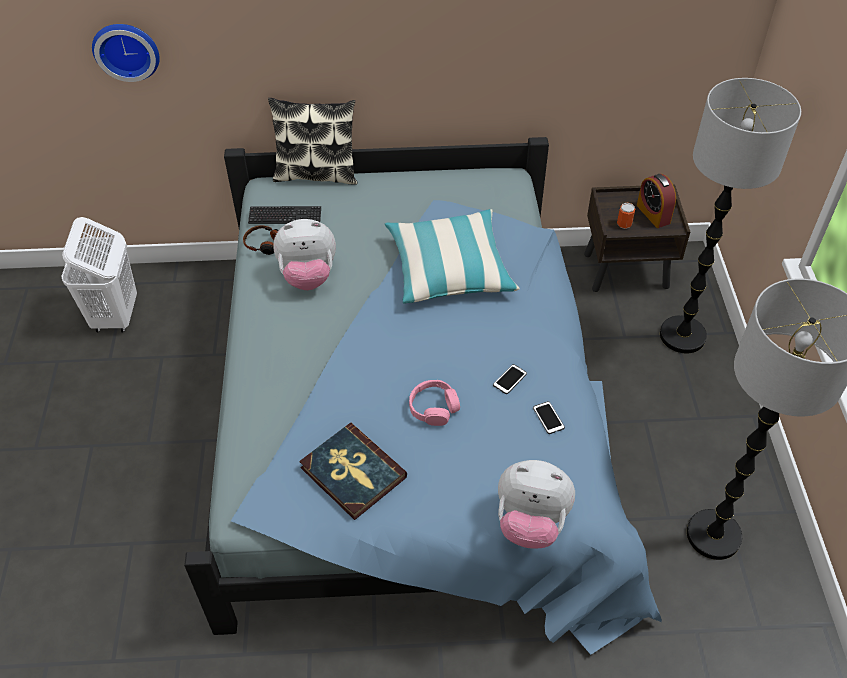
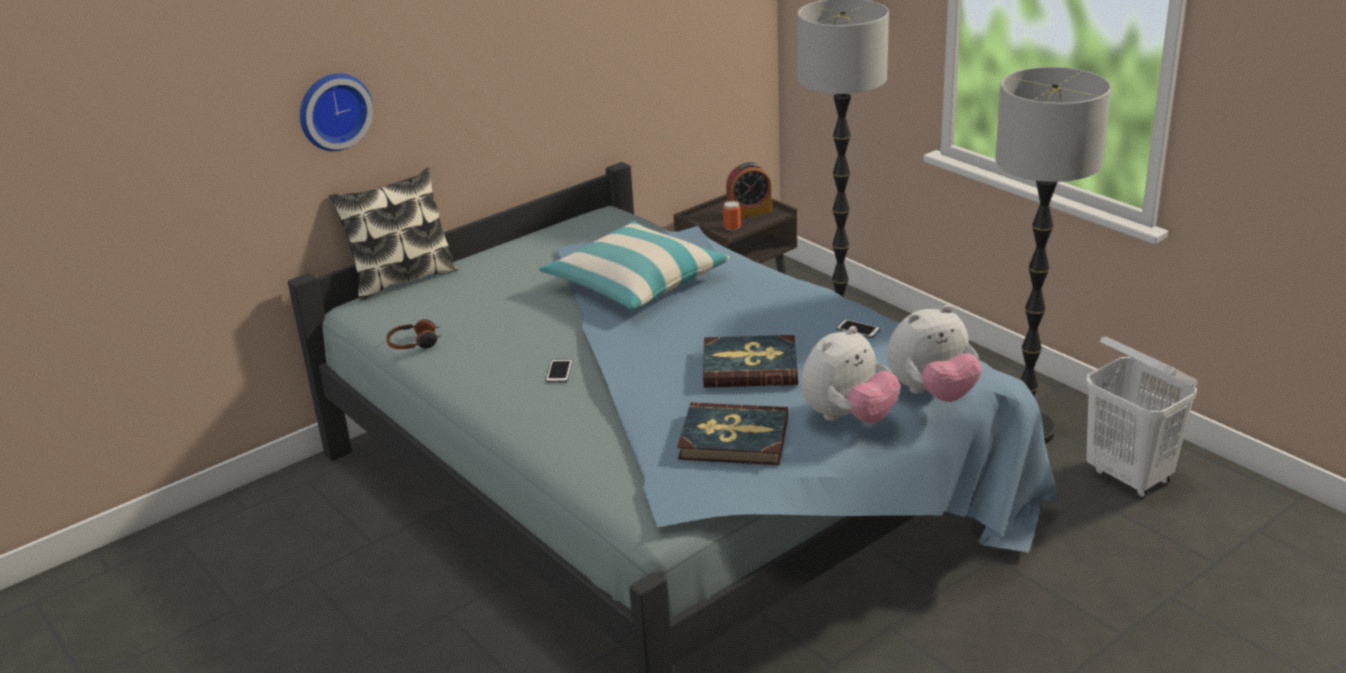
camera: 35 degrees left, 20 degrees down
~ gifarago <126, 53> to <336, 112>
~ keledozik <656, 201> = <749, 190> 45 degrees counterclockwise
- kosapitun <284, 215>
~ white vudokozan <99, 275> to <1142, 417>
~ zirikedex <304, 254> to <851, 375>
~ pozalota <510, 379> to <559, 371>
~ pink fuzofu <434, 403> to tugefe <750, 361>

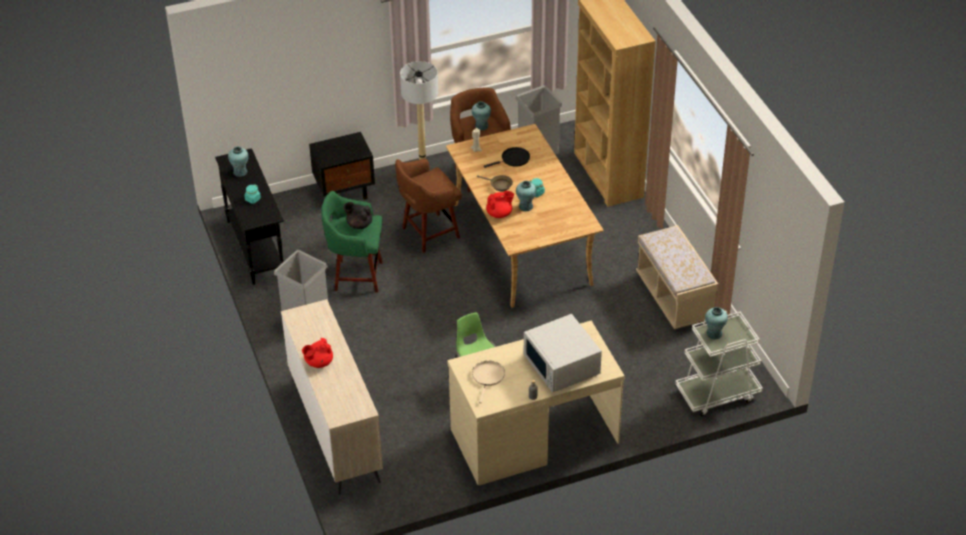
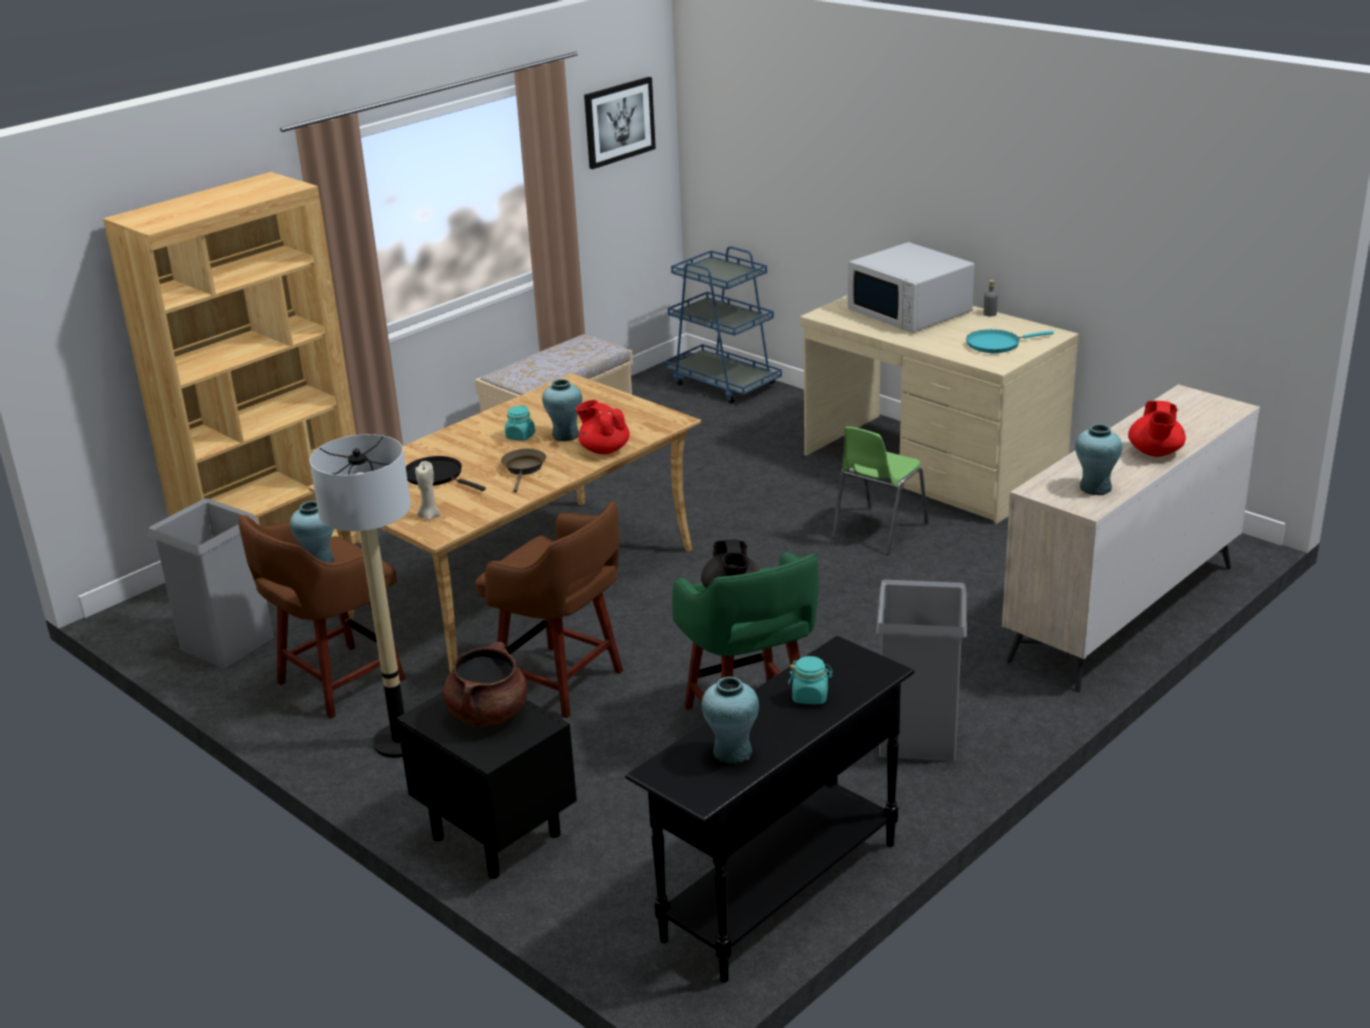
camera: 115 degrees left, 15 degrees down
~ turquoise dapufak <716, 323> to <1098, 459>
~ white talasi <719, 363> to blue talasi <723, 325>
~ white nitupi <563, 353> = <911, 287> 105 degrees clockwise
~ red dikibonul <317, 353> = <1157, 429> 75 degrees clockwise
~ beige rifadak <488, 382> to turquoise rifadak <1010, 341>
+ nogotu <620, 123>
+ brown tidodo <485, 684>

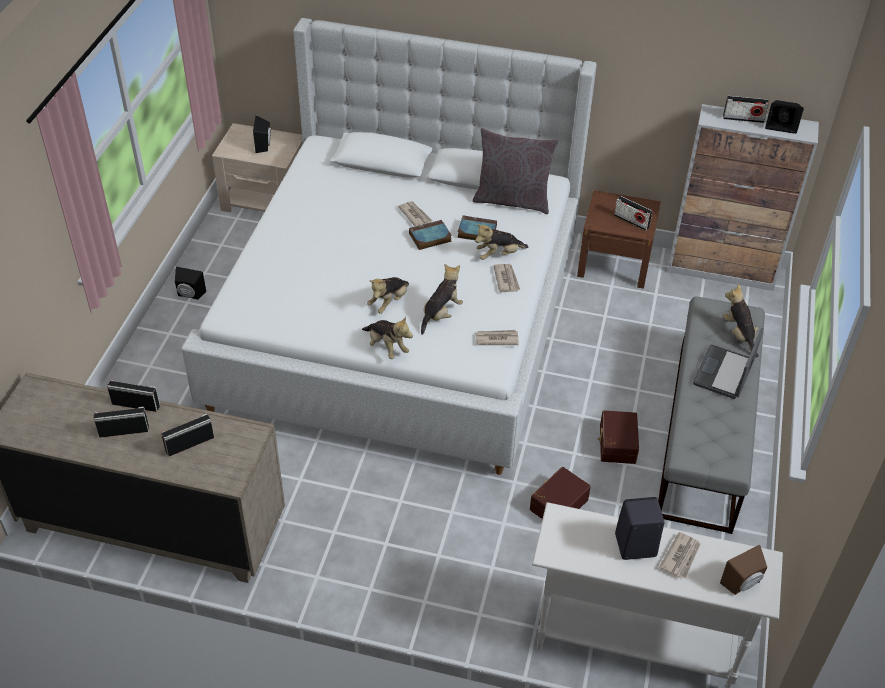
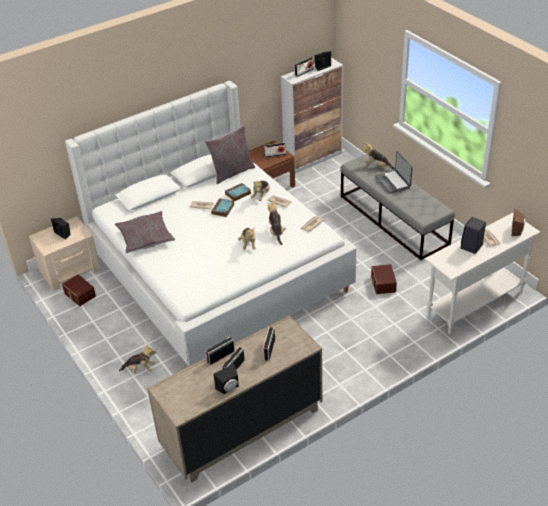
camera: 45 degrees left, 5 degrees down
~ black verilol <190, 283> to <226, 379>
~ zirikedex <387, 338> to <137, 358>
~ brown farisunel <618, 437> to <79, 290>
+ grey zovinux <145, 232>

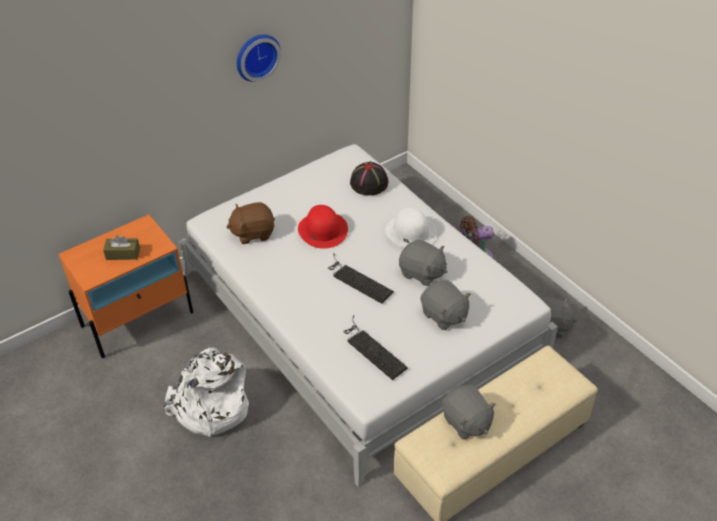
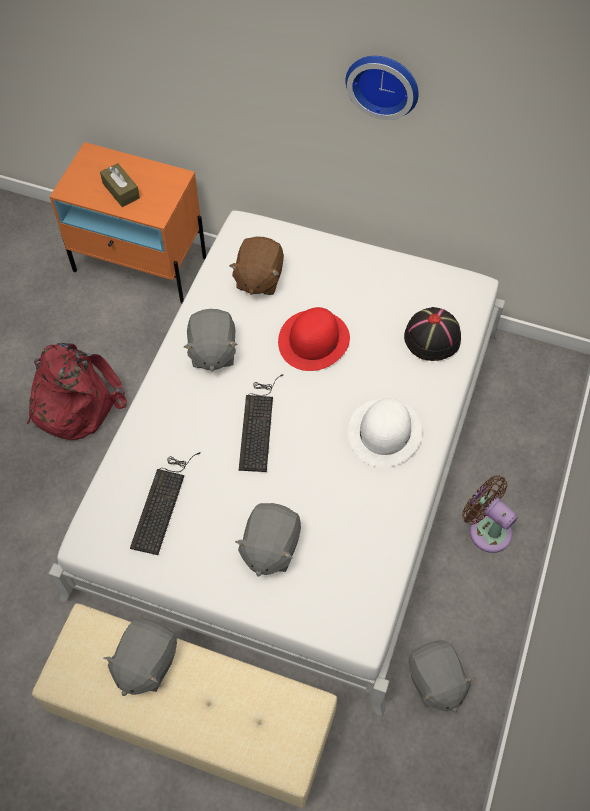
camera: 55 degrees right, 15 degrees up
~ brown zirikedex <250, 223> = <256, 265> 120 degrees counterclockwise
~ grey zirikedex <423, 263> to <211, 340>
~ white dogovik <206, 392> to red dogovik <76, 391>

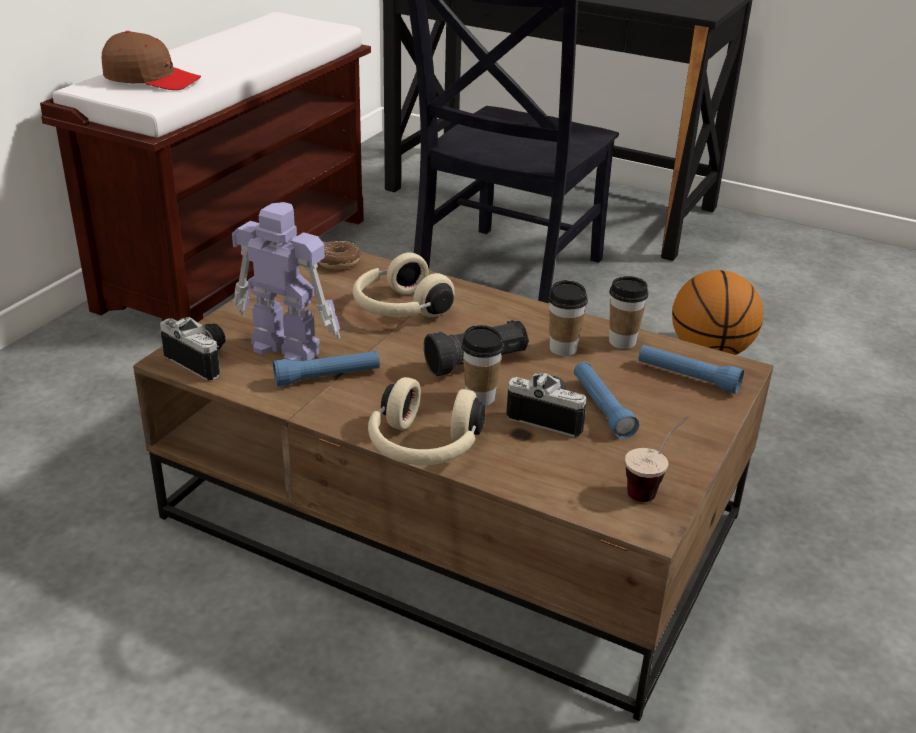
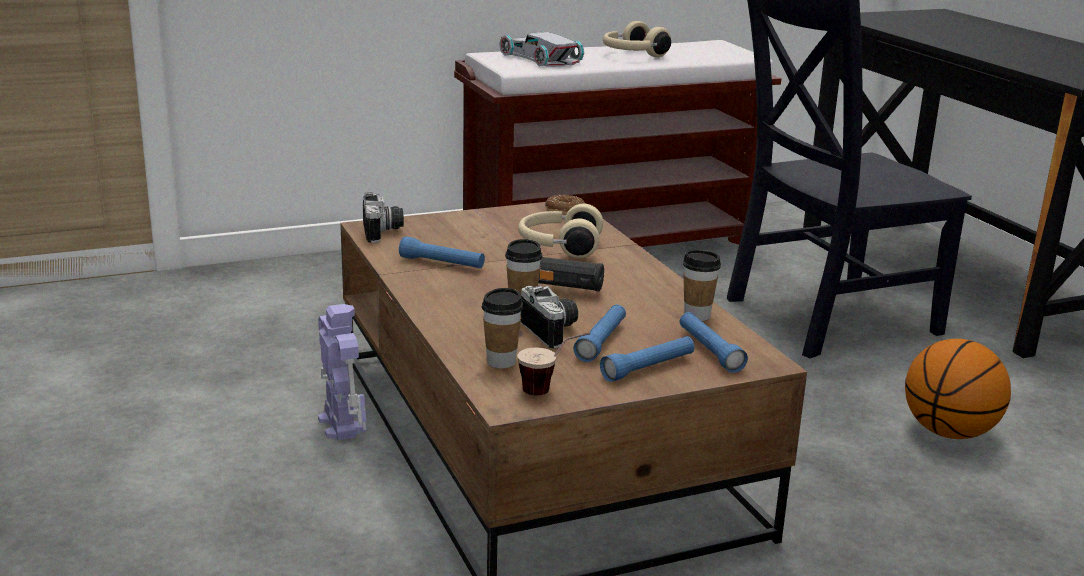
camera: 40 degrees right, 10 degrees down
~ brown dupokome <151, 60> to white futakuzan <541, 49>
~ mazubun <286, 281> to <342, 372>
~ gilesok <568, 318> to <502, 328>
~ beige fuzofu <426, 421> to <637, 39>
+ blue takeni <647, 359>

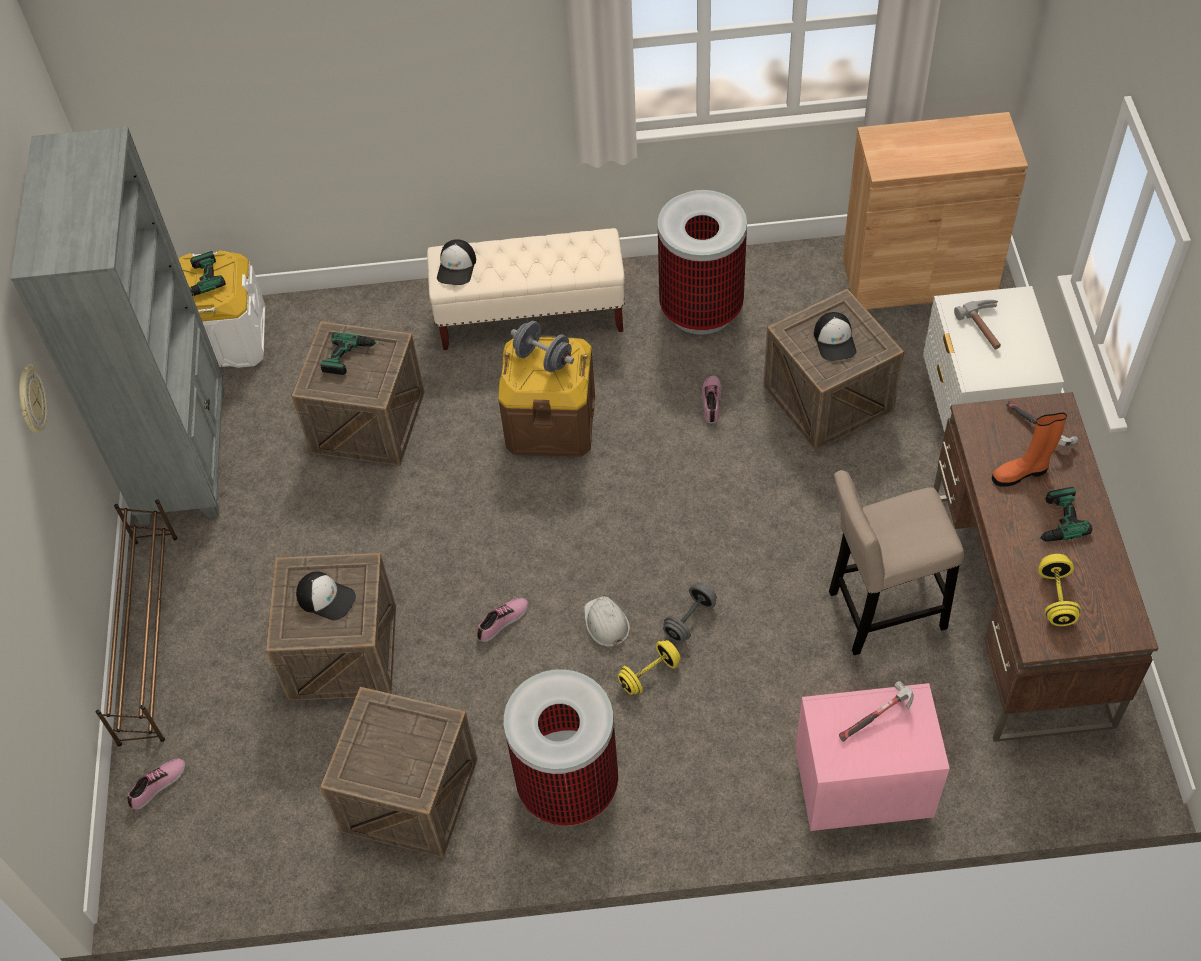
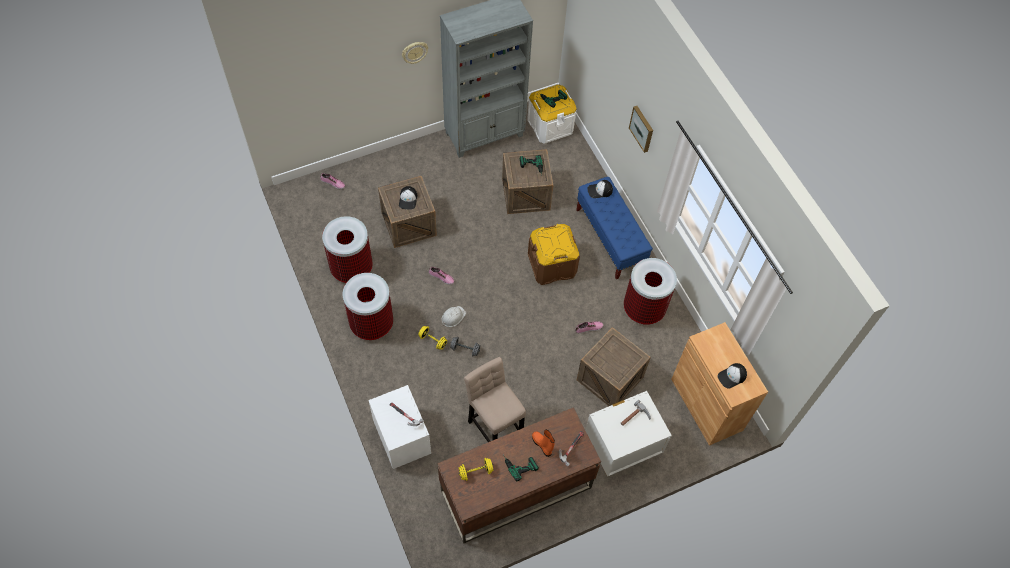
camera: 65 degrees right, 5 degrees up
~ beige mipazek <526, 289> to blue mipazek <614, 228>
~ dupokome <835, 336> to <732, 376>
- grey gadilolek <542, 346>
- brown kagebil <136, 623>
~ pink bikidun <872, 757> to white bikidun <399, 427>
~ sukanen <399, 772> to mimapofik <347, 249>
+ nogotu <641, 129>

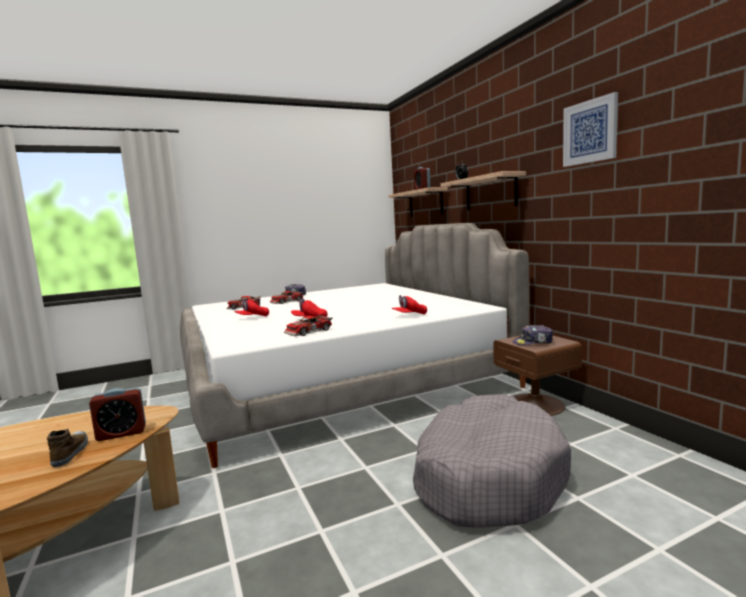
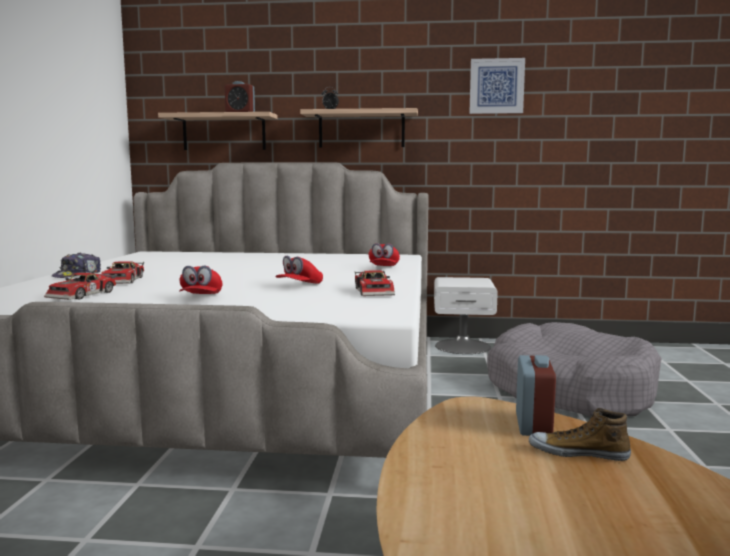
camera: 60 degrees left, 0 degrees up
- dupokome <533, 335>
~ brown bikidun <537, 376> to white bikidun <466, 315>

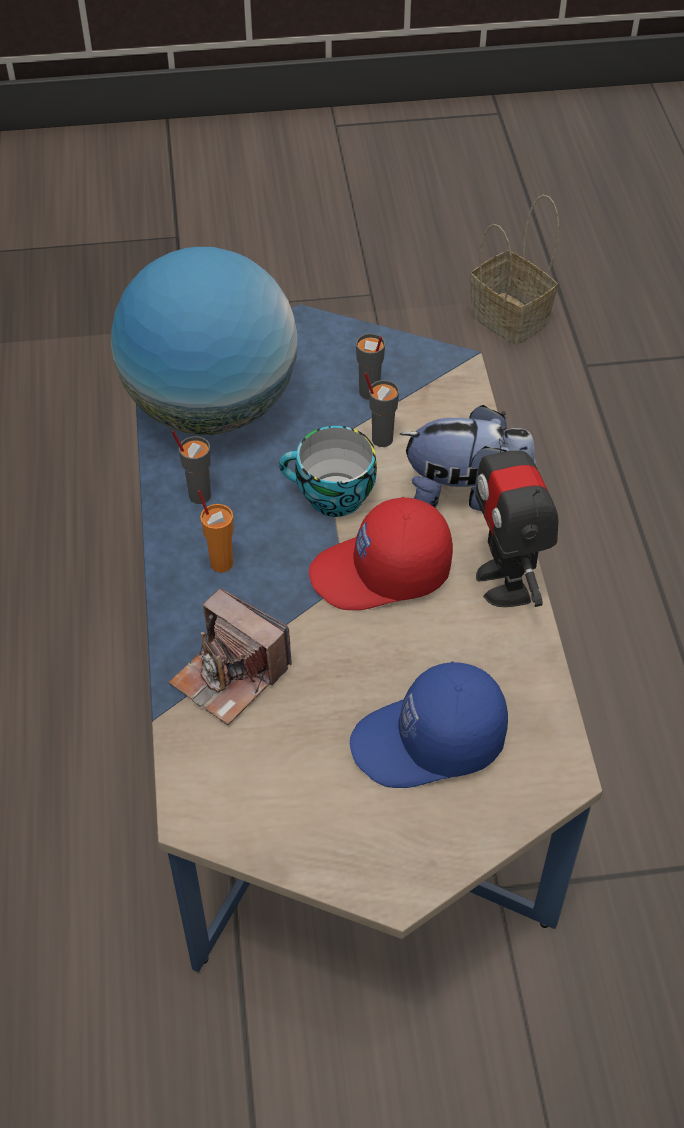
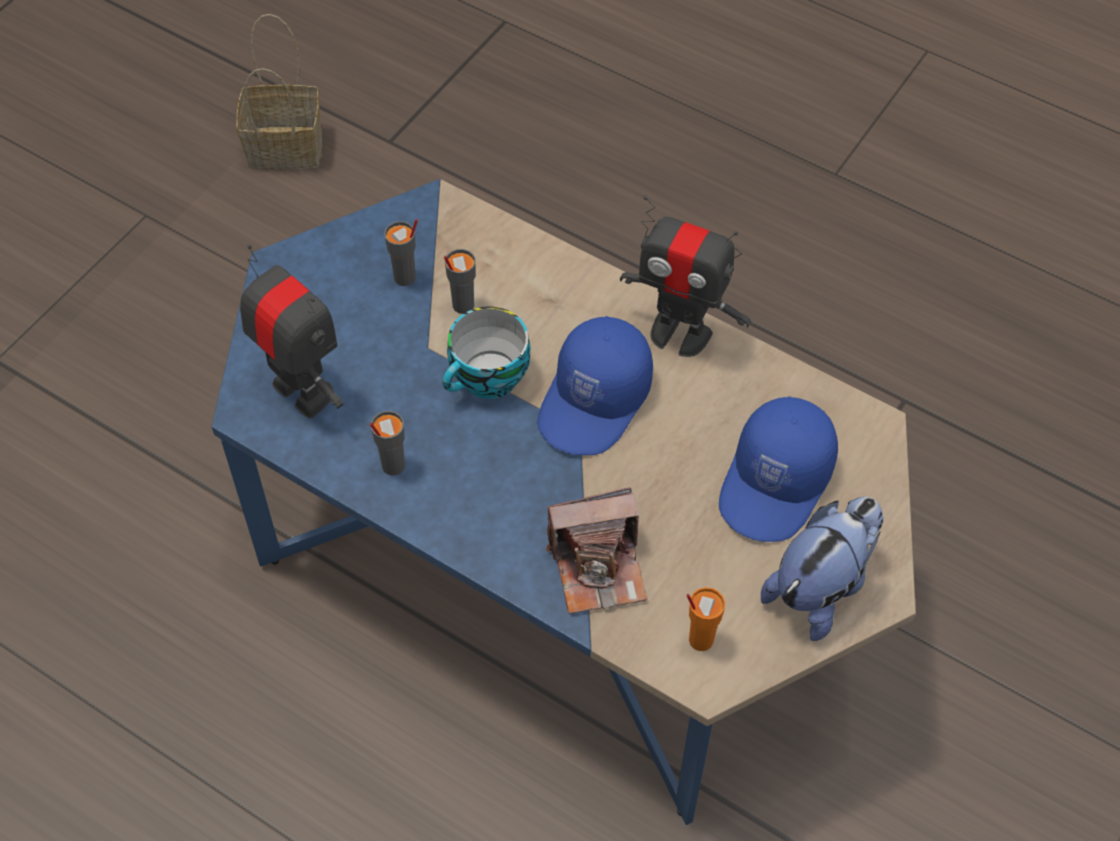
camera: 50 degrees left, 5 degrees up
~ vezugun <204, 341> to mazubun <291, 331>
~ zirikedex <468, 458> to <822, 569>
~ orange gilesok <216, 531> to <706, 619>
~ red dupokome <381, 553> to blue dupokome <595, 385>

